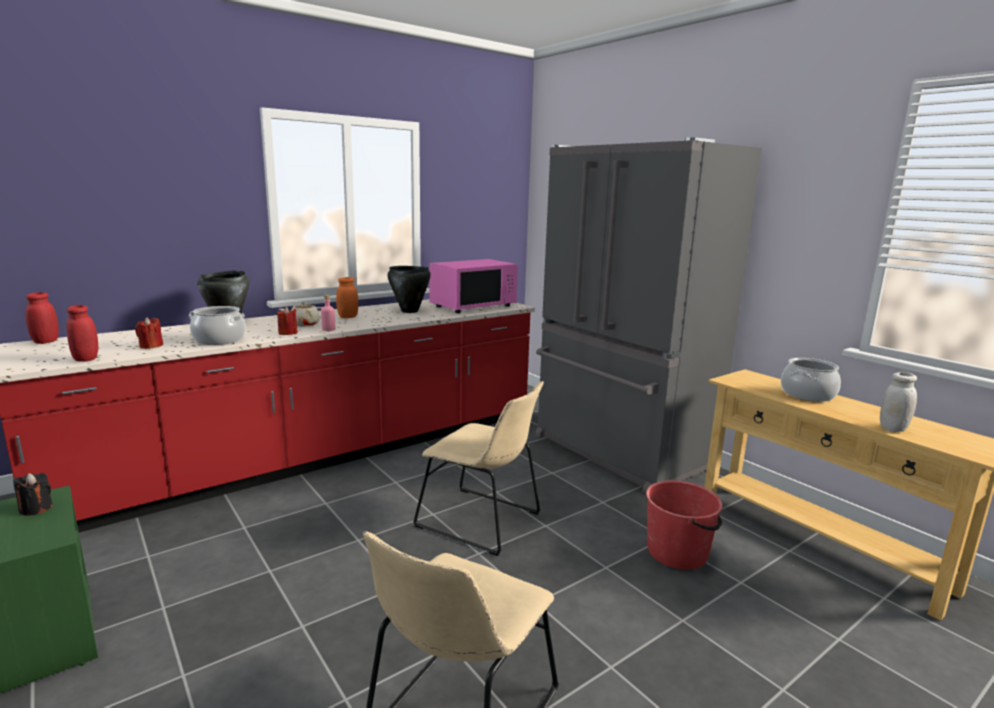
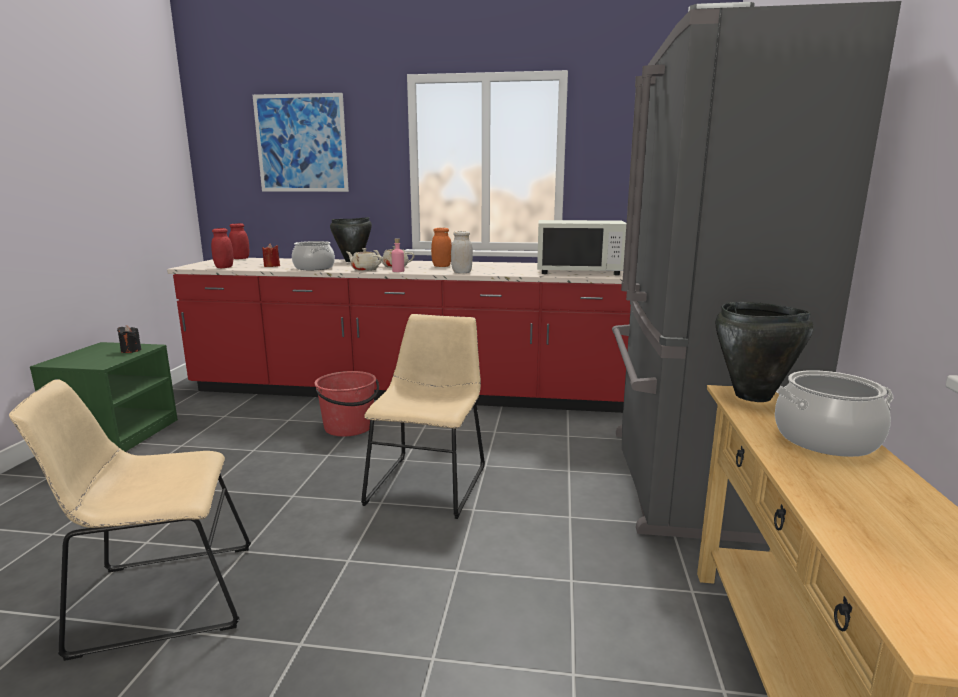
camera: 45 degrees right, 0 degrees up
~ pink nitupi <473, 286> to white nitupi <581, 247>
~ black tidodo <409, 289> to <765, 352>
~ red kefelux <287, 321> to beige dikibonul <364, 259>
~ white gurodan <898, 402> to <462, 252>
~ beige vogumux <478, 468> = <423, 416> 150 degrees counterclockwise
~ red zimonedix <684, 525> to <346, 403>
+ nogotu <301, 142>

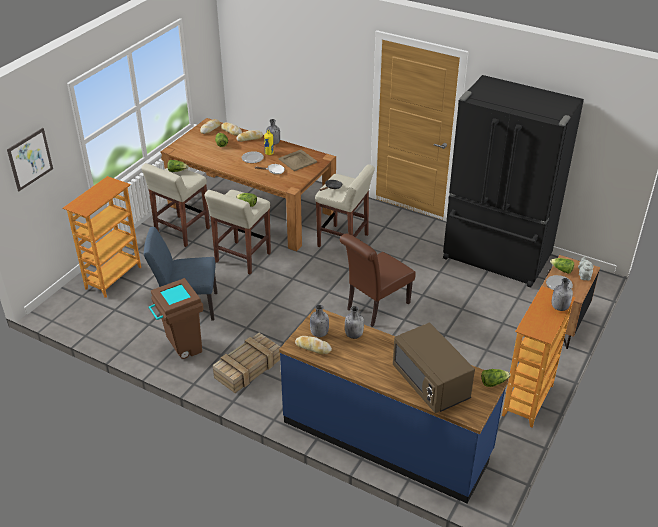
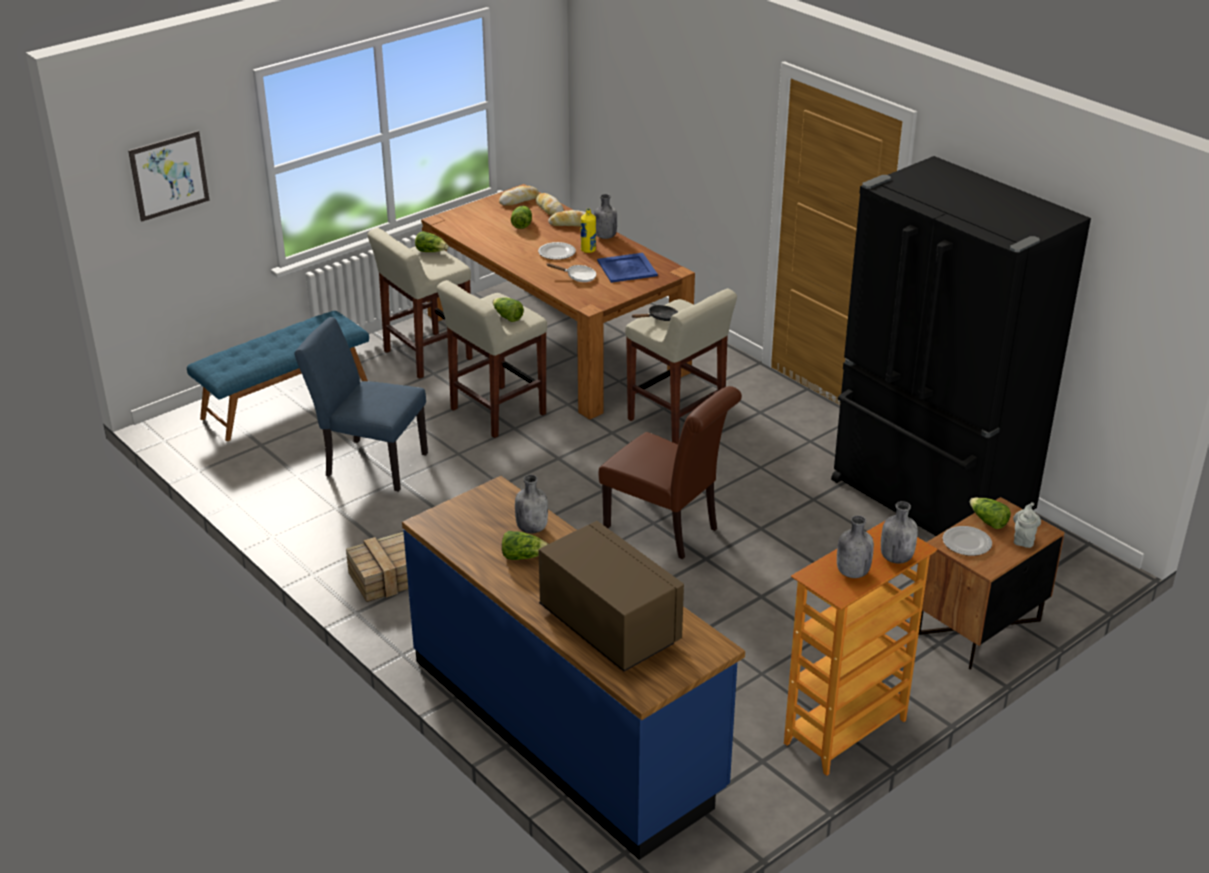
camera: 20 degrees right, 5 degrees down
~ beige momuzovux <297, 160> to blue momuzovux <627, 268>
~ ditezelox <102, 237> to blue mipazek <278, 376>
~ brown vogumux <378, 280> = <670, 472> 120 degrees counterclockwise
- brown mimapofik <175, 318>
~ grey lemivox <319, 320> to <855, 546>
~ brown nitupi <434, 368> = <611, 596> 150 degrees clockwise
- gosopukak <313, 345>
~ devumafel <496, 378> to <525, 545>

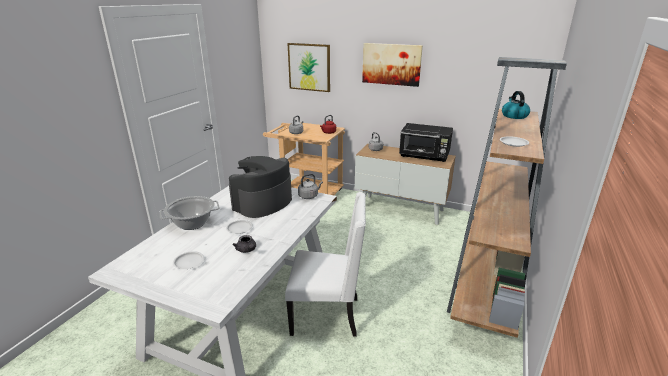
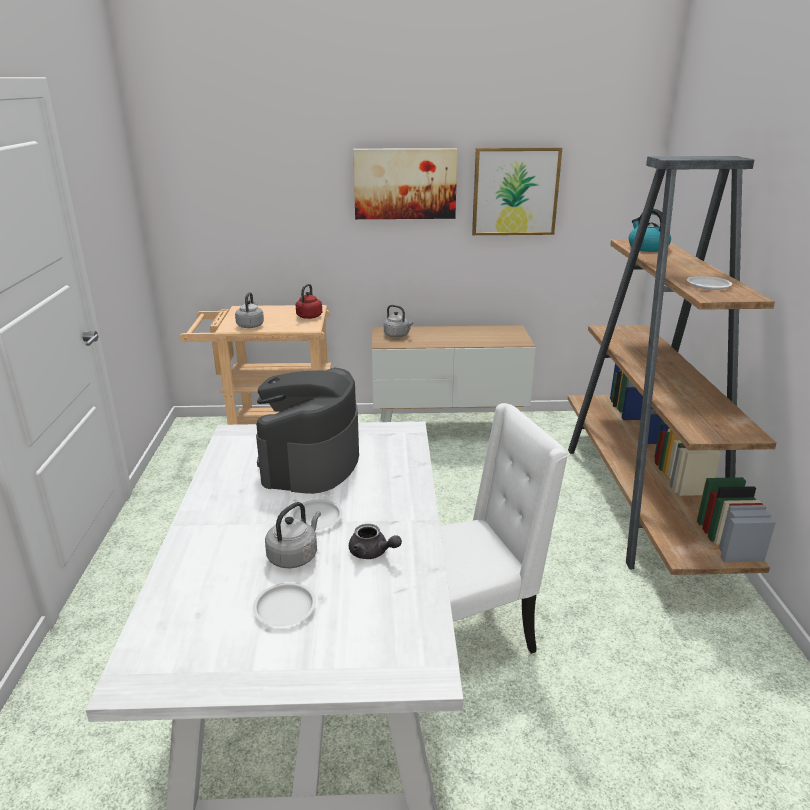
camera: 25 degrees left, 0 degrees up
~ nogotu <309, 67> to <517, 191>
- black nitupi <426, 142>
~ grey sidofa <310, 186> to <293, 535>
- tidodo <190, 213>

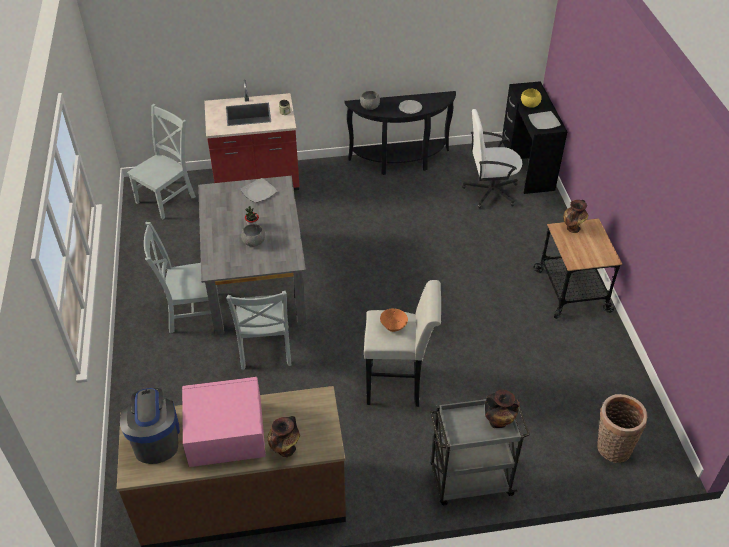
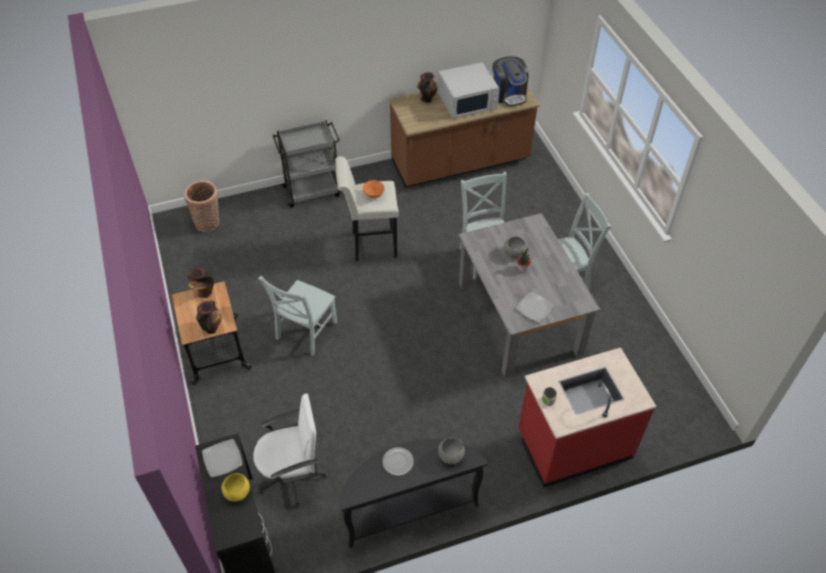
camera: 170 degrees right, 5 degrees up
~ grey vogumux <161, 161> to <297, 316>
~ pink nitupi <224, 422> to white nitupi <468, 90>
~ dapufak <502, 408> to <200, 282>

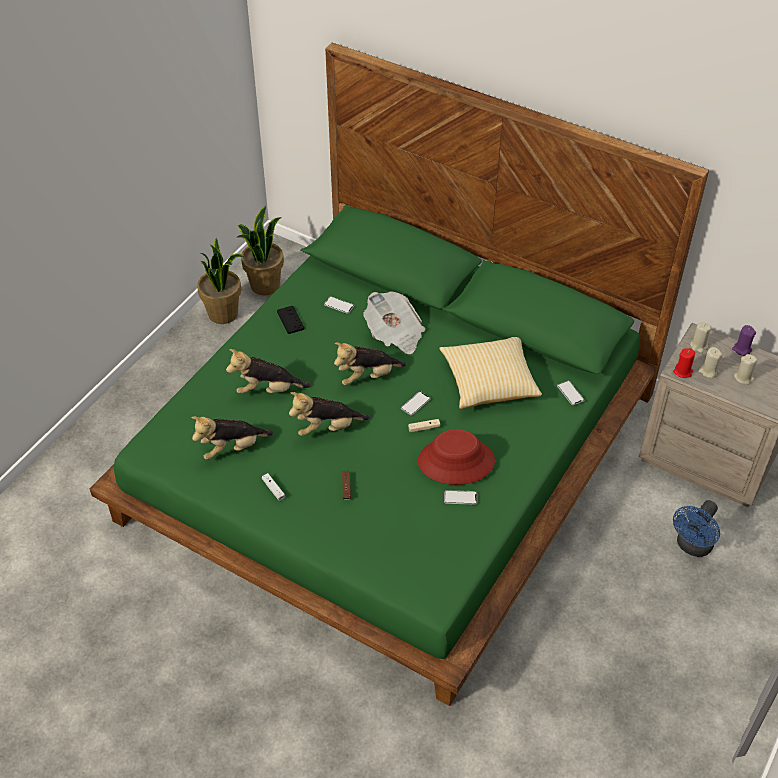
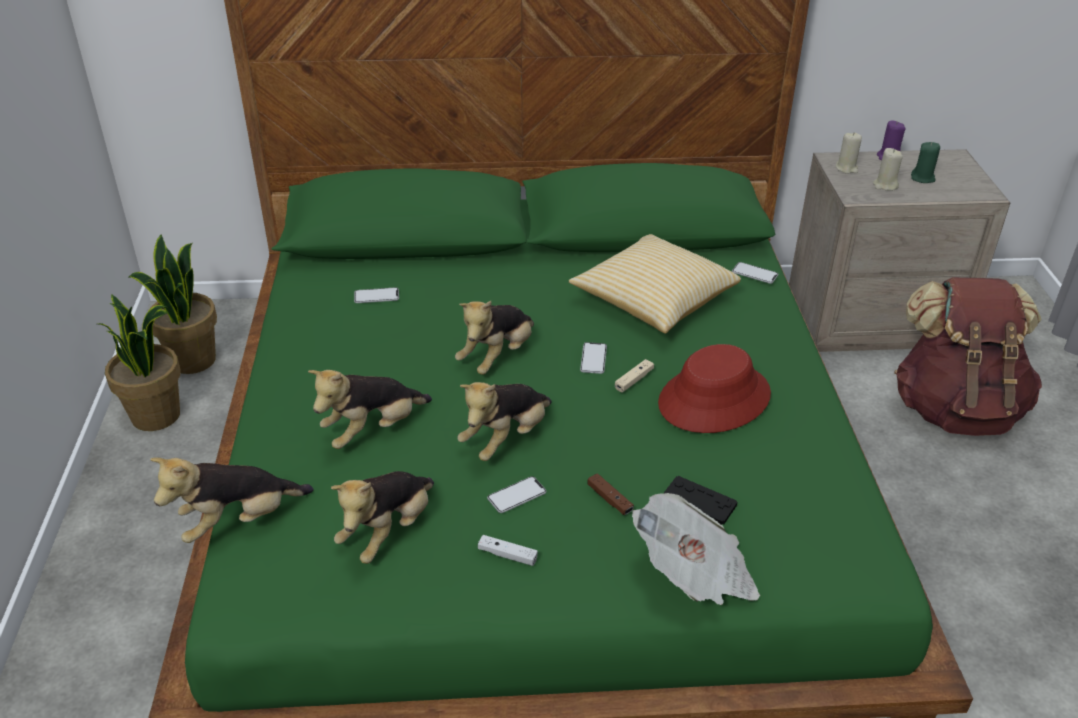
camera: 35 degrees left, 10 degrees down
~ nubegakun <394, 322> to <696, 549>
~ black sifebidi <291, 320> to <700, 500>
- red kefelux <684, 363>
~ beige kefelux <745, 369> to green kefelux <925, 162>
~ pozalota <460, 497> to <516, 494>
~ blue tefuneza <696, 528> to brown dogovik <968, 356>
+ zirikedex <231, 500>

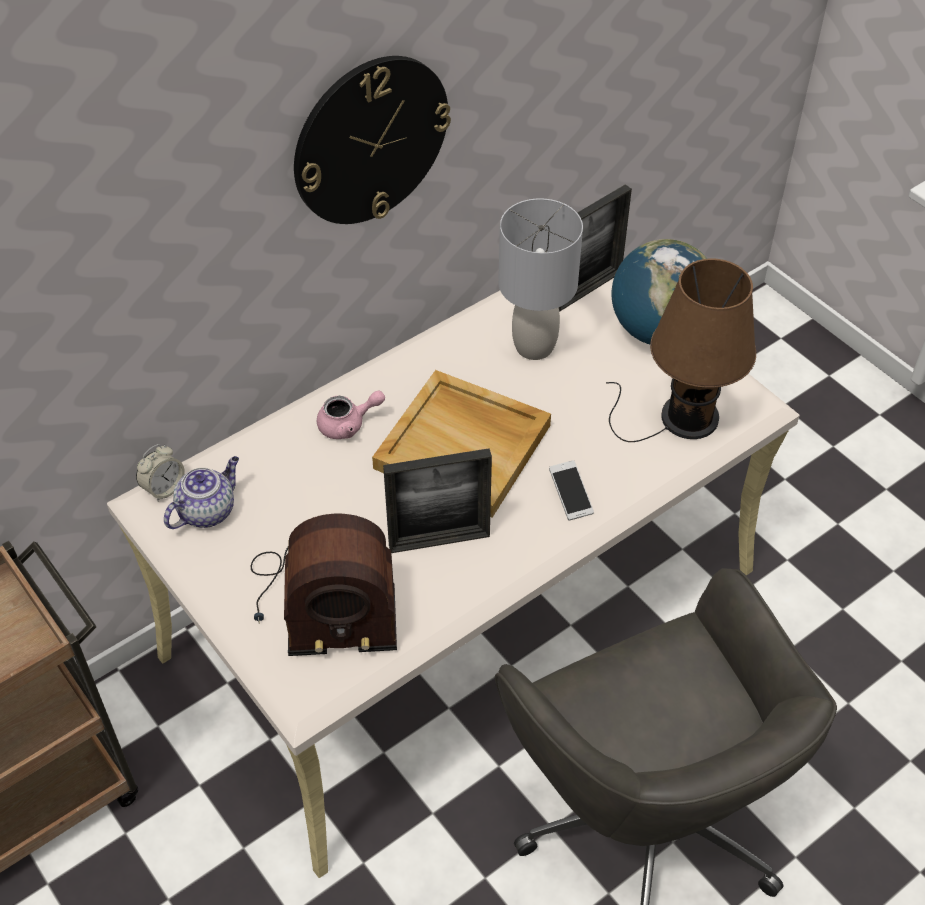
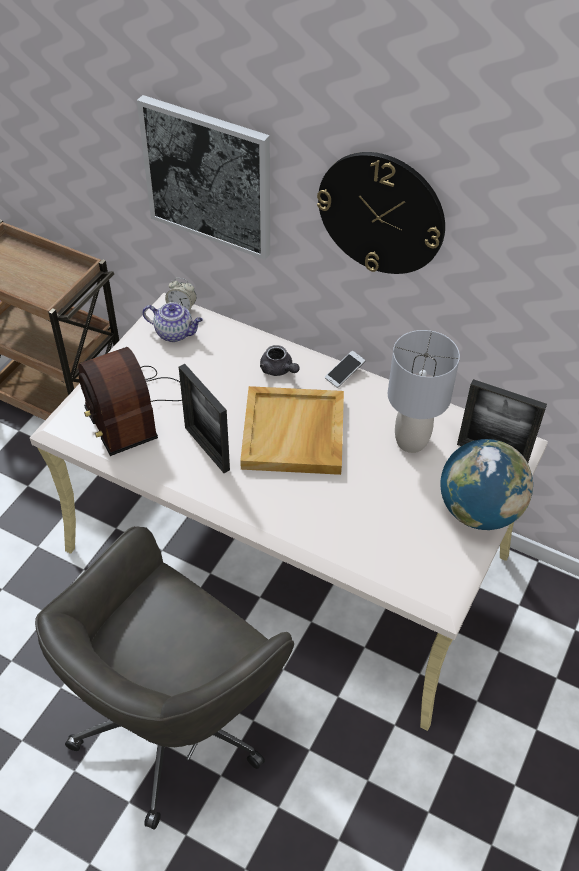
camera: 65 degrees right, 0 degrees up
- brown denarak <681, 350>
~ pink dikibonul <351, 415> to grey dikibonul <280, 360>
~ pozalota <571, 490> to <345, 369>
+ nogotu <203, 177>

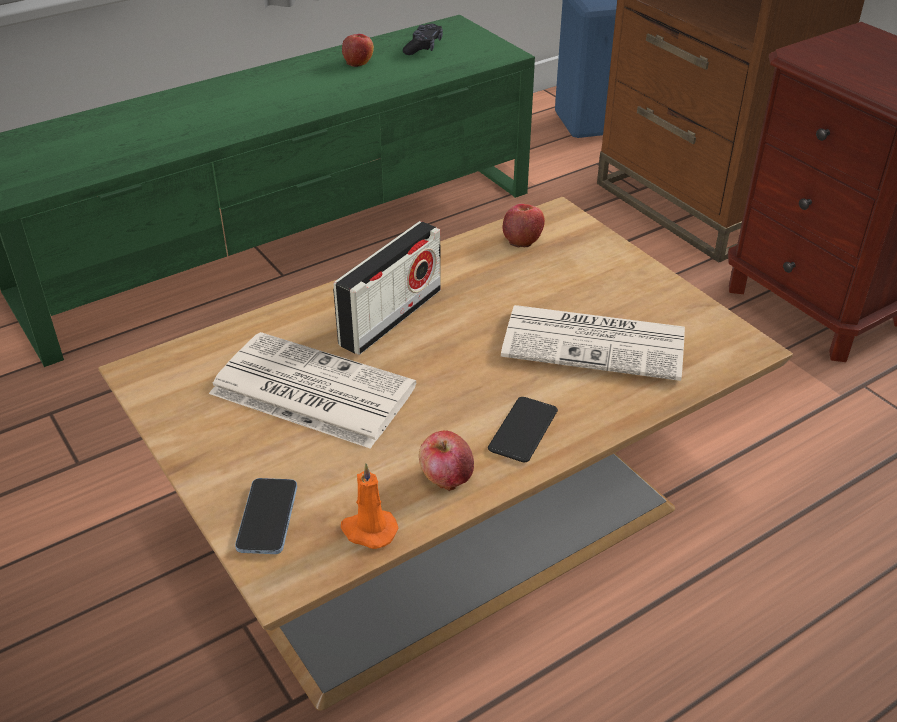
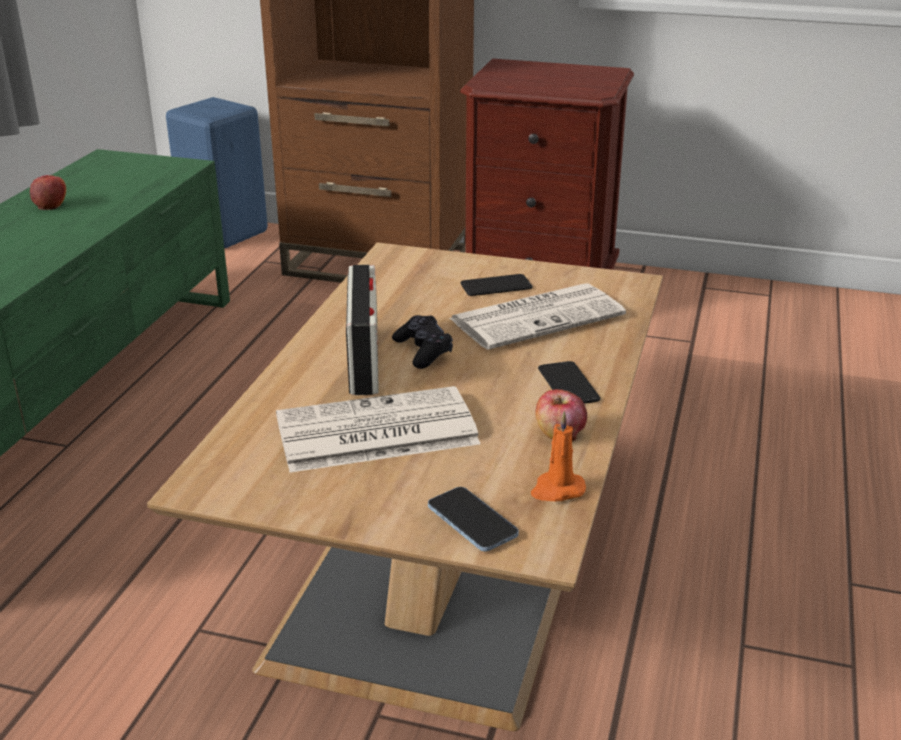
camera: 40 degrees left, 10 degrees down
~ black sifebidi <423, 39> to <422, 342>
- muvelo <523, 225>
+ pozalota <496, 285>

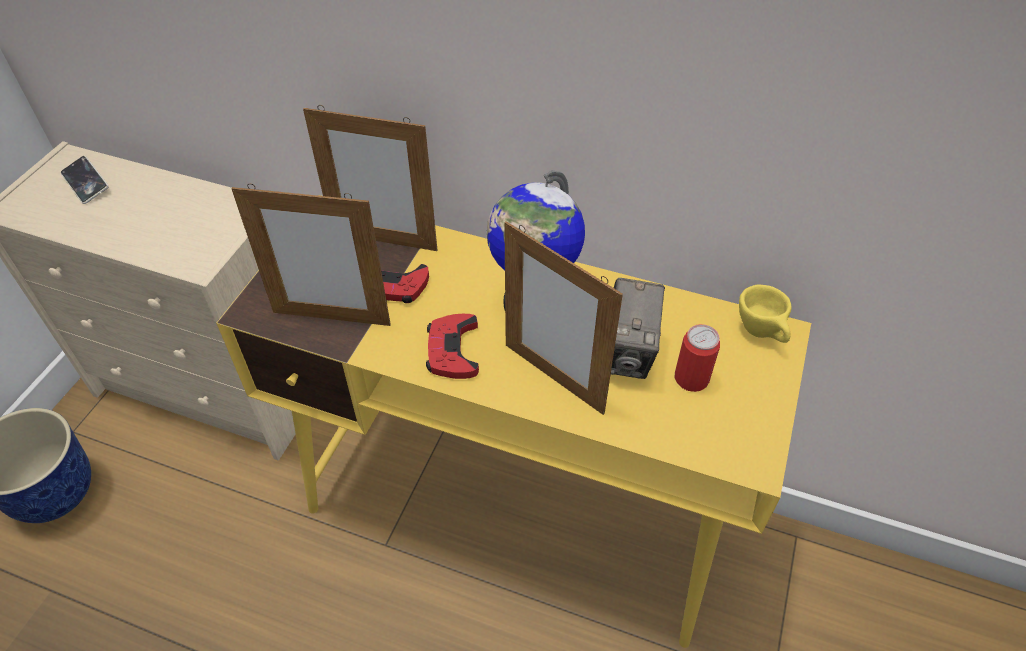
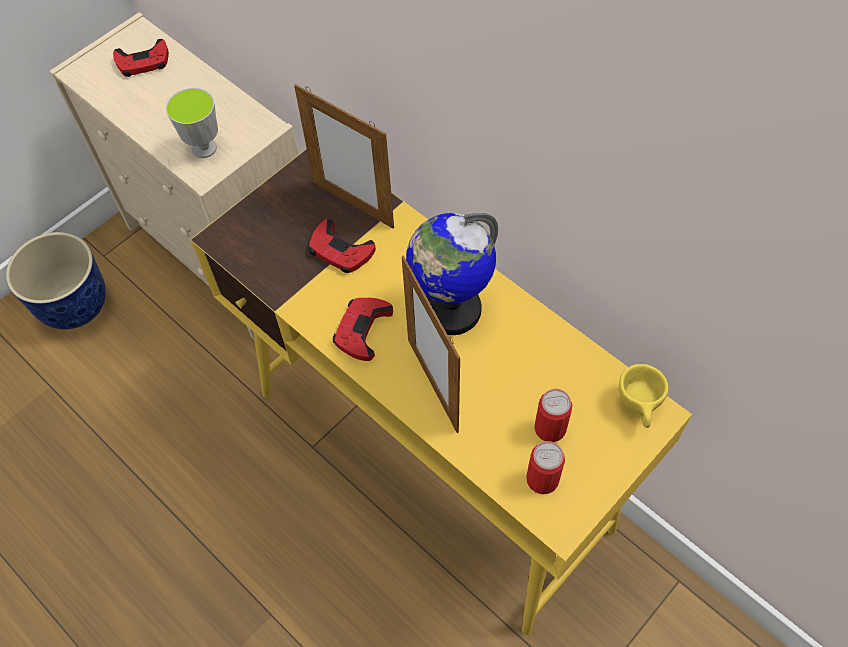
camera: 25 degrees right, 10 degrees up
~ pozalota <85, 180> to red sifebidi <141, 58>
- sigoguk <311, 255>
- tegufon <638, 328>
+ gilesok <192, 123>
+ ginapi <545, 467>

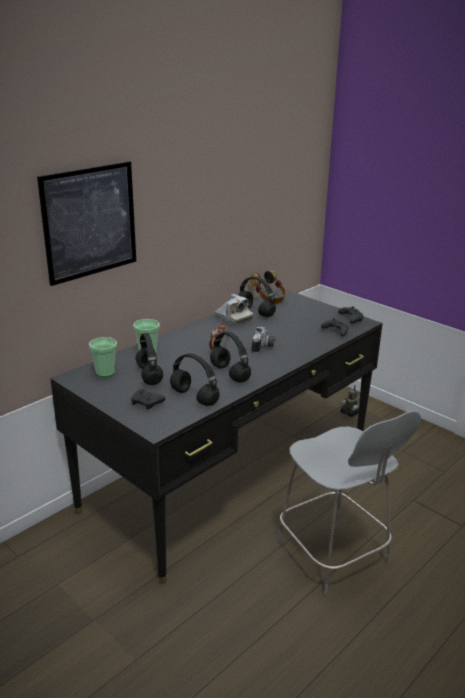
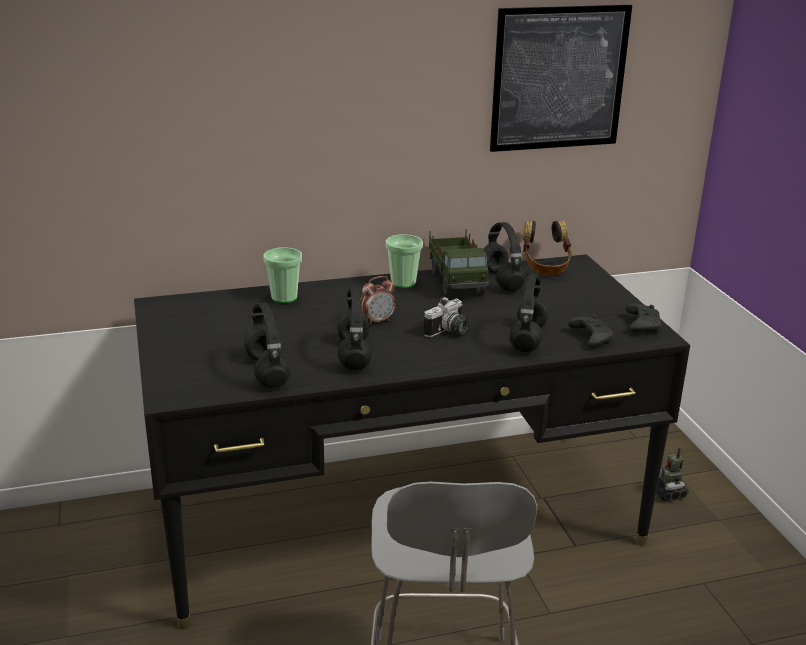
camera: 30 degrees right, 0 degrees up
~ nogotu <86, 223> to <561, 78>
~ tegufon <234, 309> to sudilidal <459, 262>
~ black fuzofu <149, 359> to <528, 313>
~ gilesok <103, 357> to <404, 261>
- black sifebidi <148, 399>

